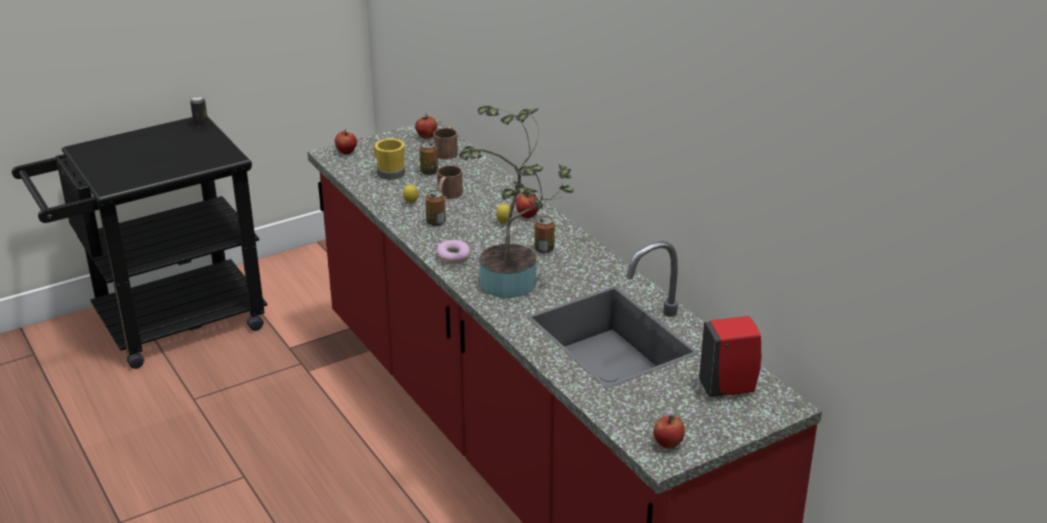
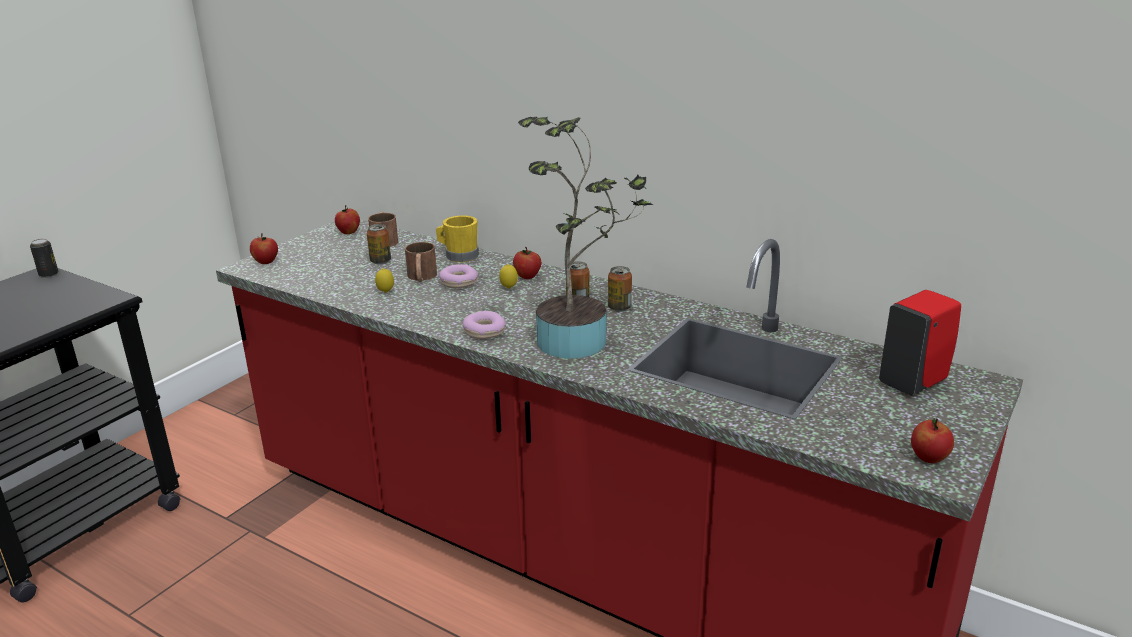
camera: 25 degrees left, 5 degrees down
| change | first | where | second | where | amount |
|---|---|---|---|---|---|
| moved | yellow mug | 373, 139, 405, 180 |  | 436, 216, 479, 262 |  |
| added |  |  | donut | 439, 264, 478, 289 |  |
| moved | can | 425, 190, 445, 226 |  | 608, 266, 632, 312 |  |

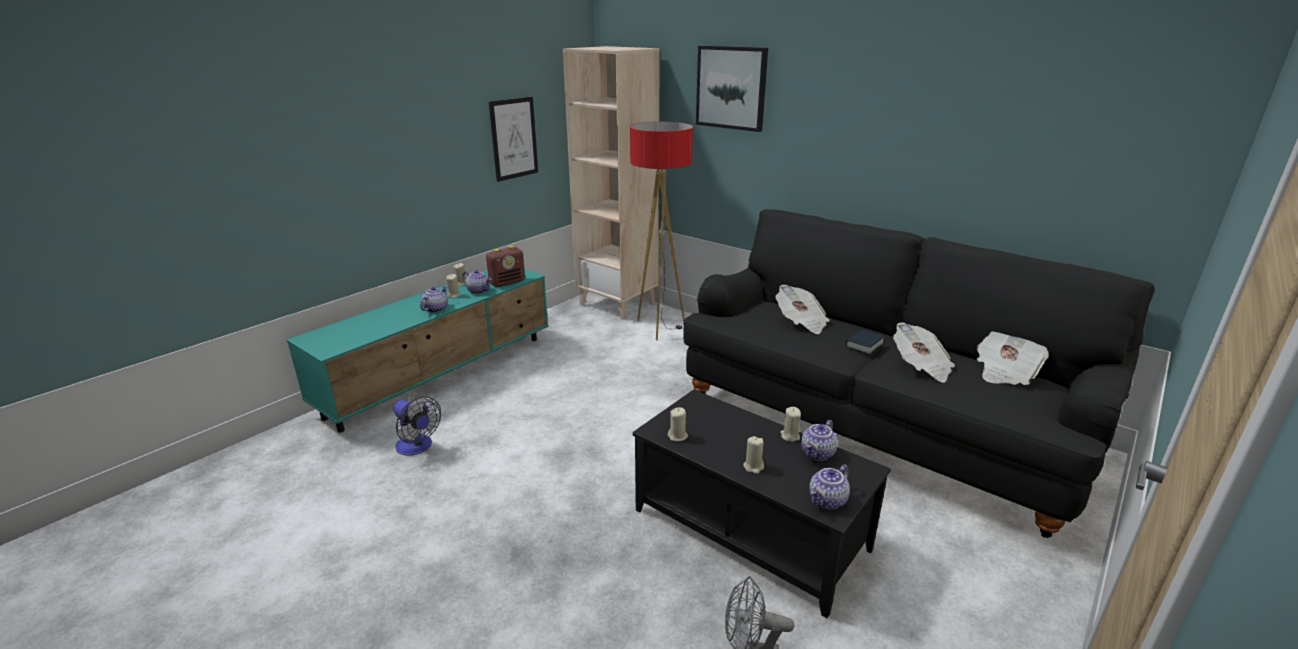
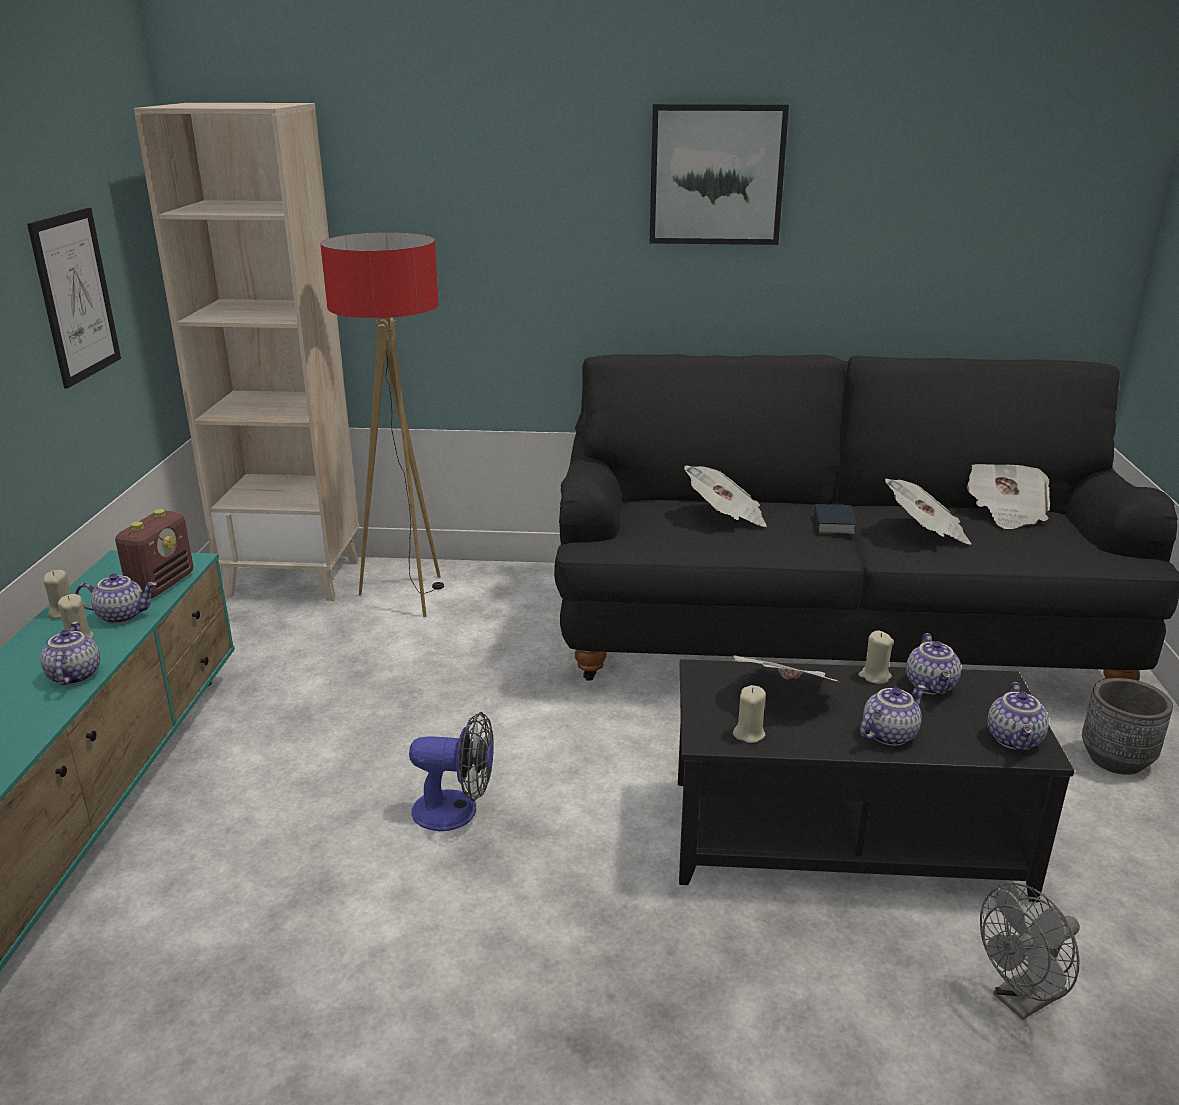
camera: 35 degrees left, 0 degrees up
| change | first | where | second | where | amount |
|---|---|---|---|---|---|
| moved | fan | 393, 397, 441, 456 |  | 409, 712, 494, 831 |  |
| moved | picture | 696, 46, 768, 132 |  | 650, 104, 789, 245 |  |
| added |  |  | newspaper | 733, 656, 838, 682 |  |
| replaced | beige candle | 743, 436, 764, 474 | teapot | 860, 685, 926, 746 |  |
| added |  |  | grey planter | 1082, 678, 1173, 775 |  |

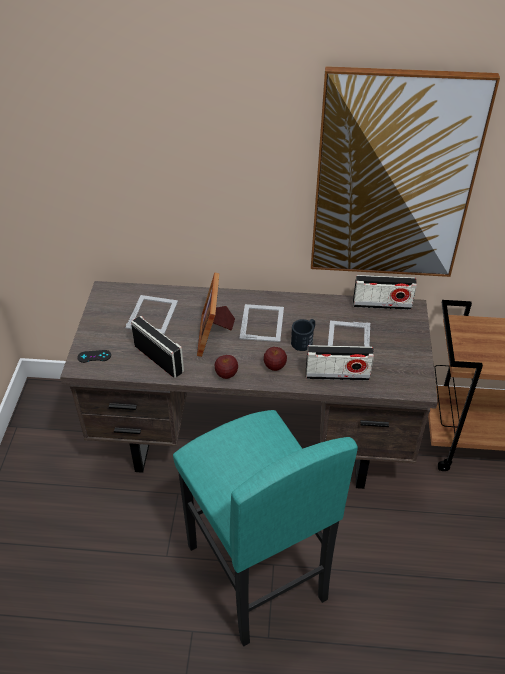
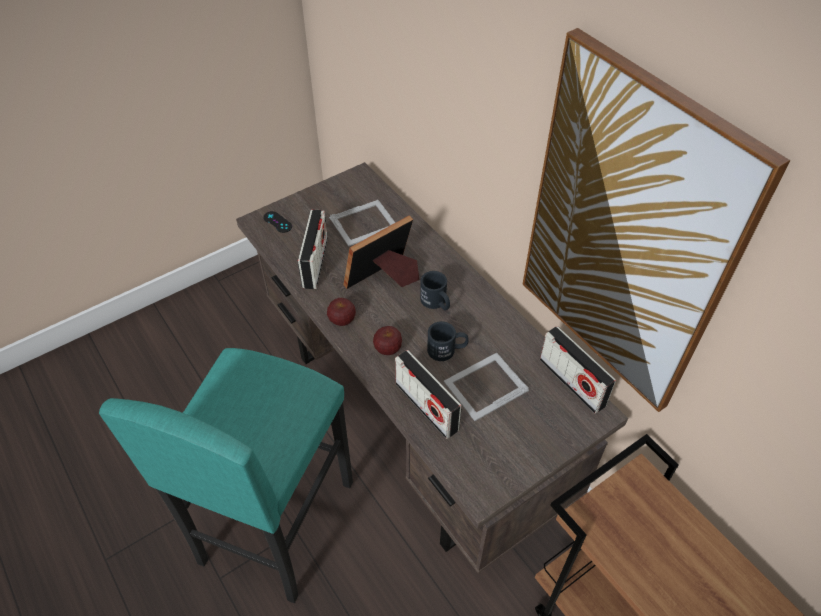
camera: 50 degrees right, 5 degrees up
| change | first | where | second | where | amount |
|---|---|---|---|---|---|
| replaced | picture frame | 239, 304, 284, 342 | black mug | 420, 271, 450, 310 |  |

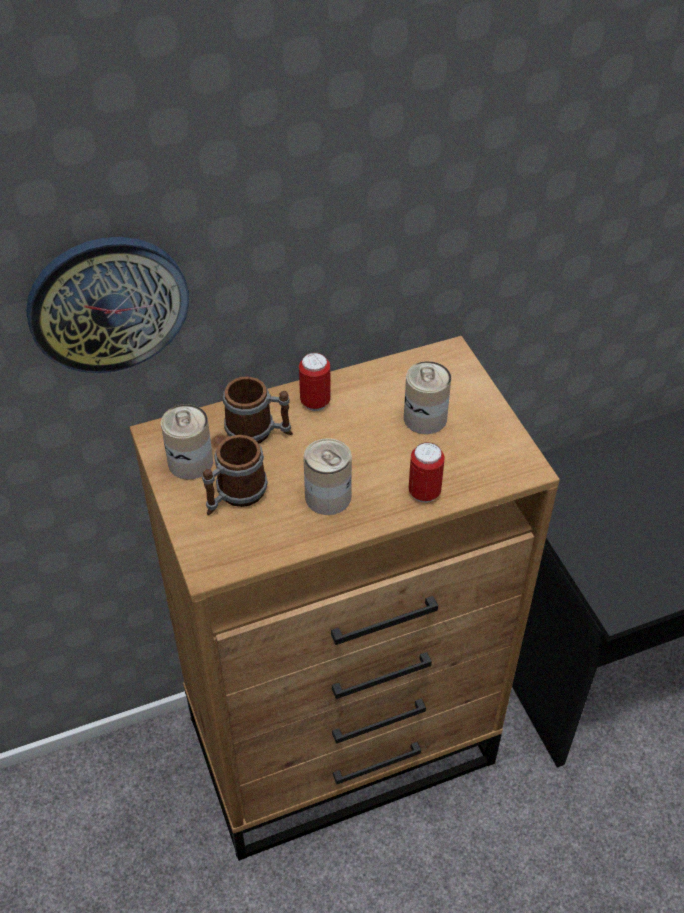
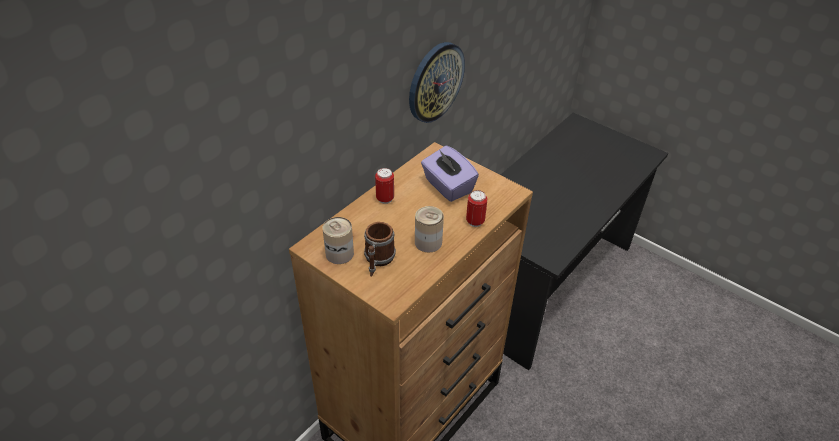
camera: 30 degrees left, 5 degrees down
| change | first | where | second | where | amount |
|---|---|---|---|---|---|
| moved | wall clock | 26, 237, 189, 373 |  | 409, 42, 465, 123 |  |
| replaced | can | 404, 361, 451, 434 | purple tissue box | 421, 146, 479, 202 |  |
| removed | mug | 223, 376, 293, 444 |  |  |  |

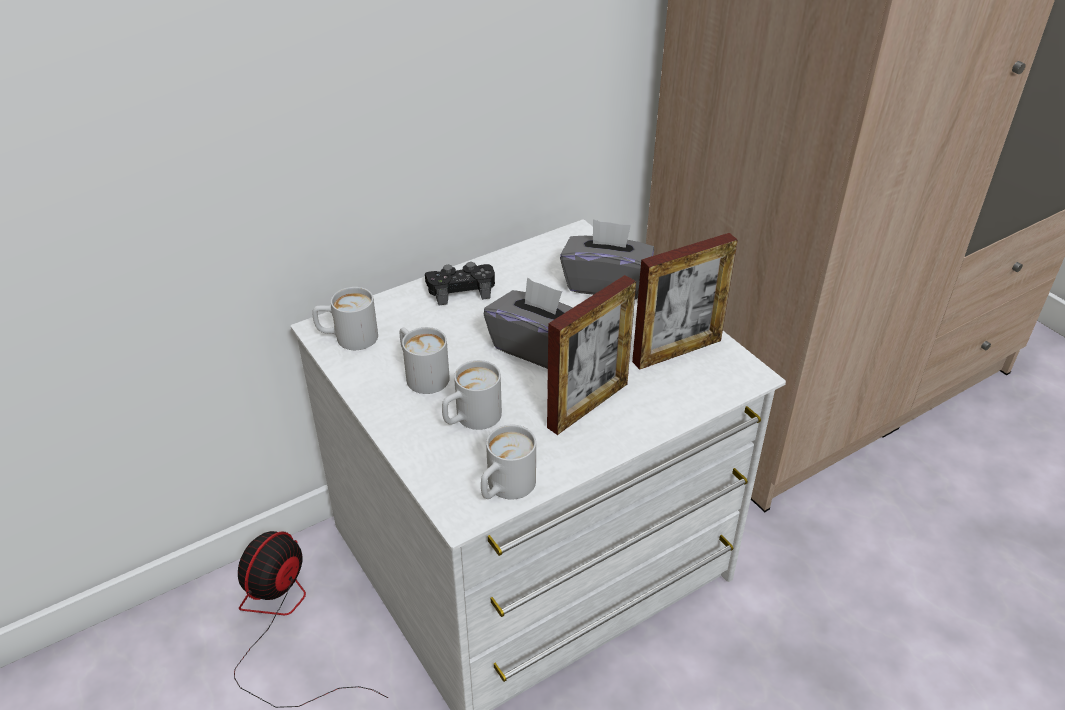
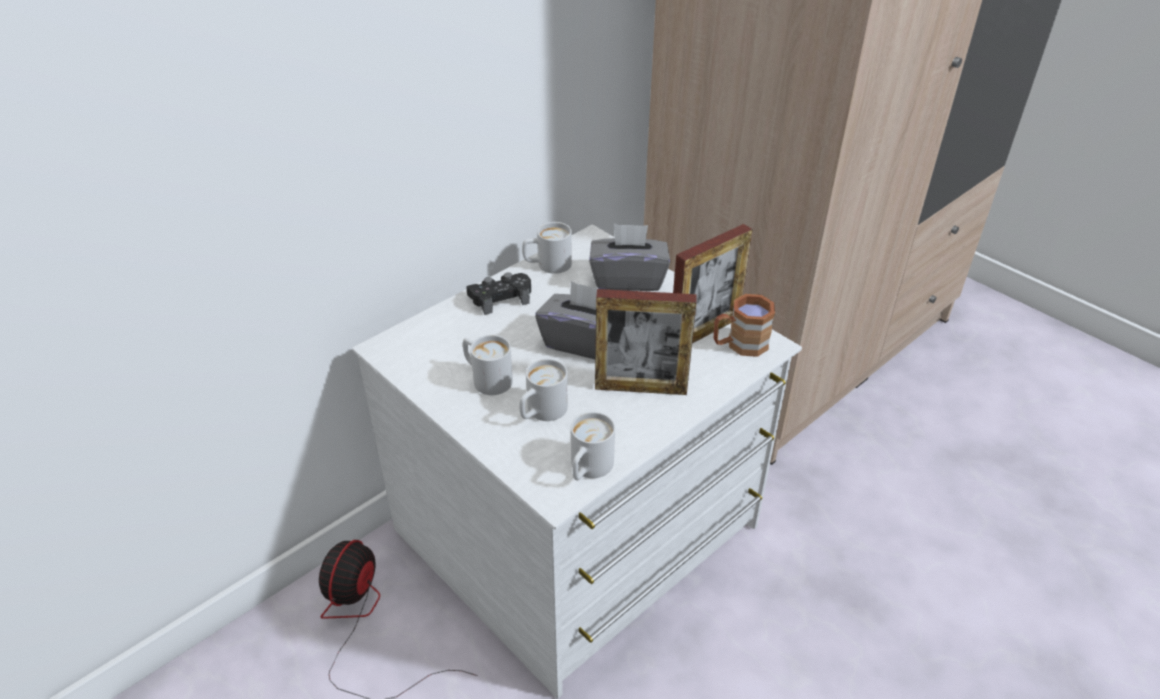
camera: 10 degrees left, 0 degrees up
| change | first | where | second | where | amount |
|---|---|---|---|---|---|
| moved | white mug | 313, 287, 378, 350 |  | 522, 222, 572, 274 |  |
| turned | picture frame | 547, 275, 636, 435 |  | 595, 289, 697, 395 | 60 degrees clockwise |
| added |  |  | brown mug | 714, 294, 775, 357 |  |

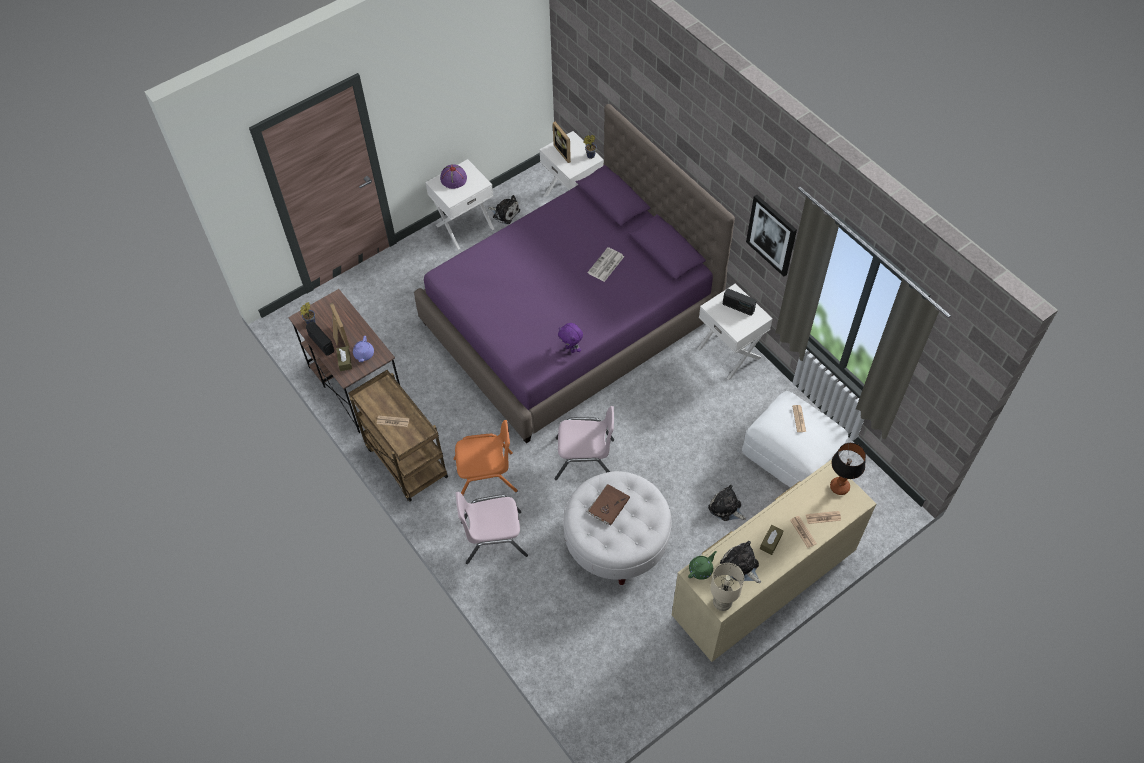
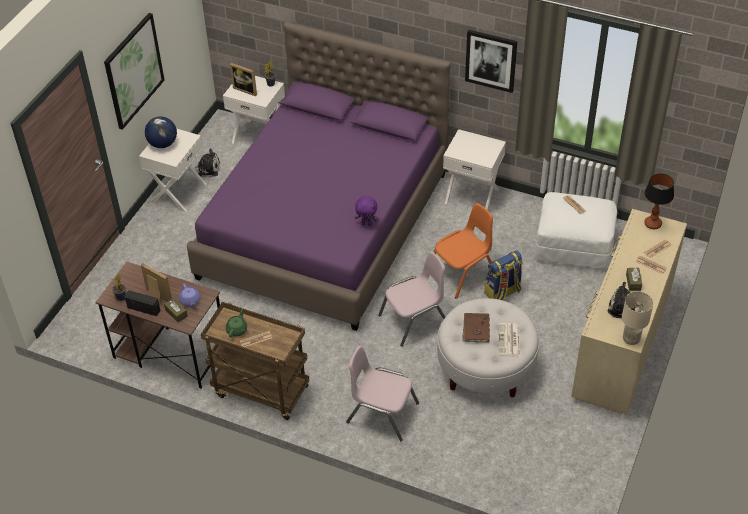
camera: 30 degrees left, 10 degrees down
| change | first | where | second | where | amount |
|---|---|---|---|---|---|
| added |  |  | picture | 104, 13, 164, 130 |  |
| replaced | purple hat | 440, 164, 467, 189 | globe | 145, 116, 177, 148 |  |
| moved | green teapot | 688, 551, 717, 580 |  | 226, 308, 247, 337 |  |
| turned | pink chair | 456, 492, 528, 564 |  | 346, 346, 419, 441 | 60 degrees clockwise |
| moved | orange chair | 454, 420, 518, 495 |  | 434, 203, 493, 299 |  |
| added |  |  | backpack | 484, 251, 523, 300 |  |
| moved | newspaper | 587, 247, 624, 282 |  | 498, 323, 520, 356 |  |
| removed | plush toy | 708, 485, 746, 521 |  |  |  |
| removed | radio | 723, 289, 757, 316 |  |  |  |

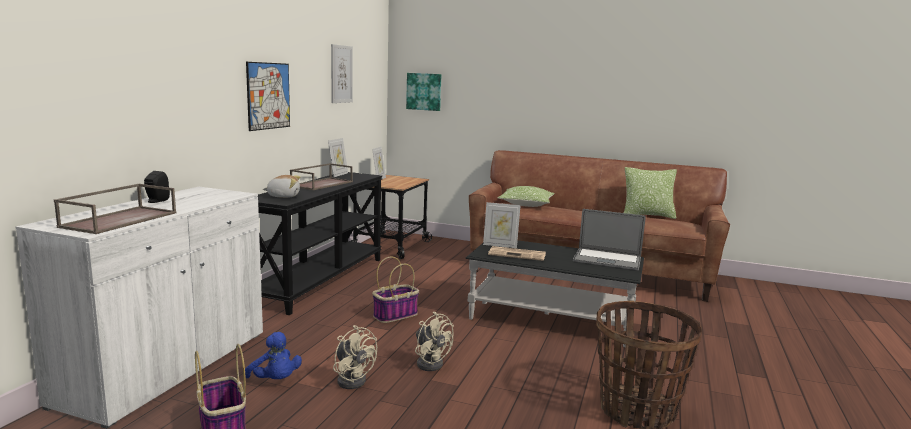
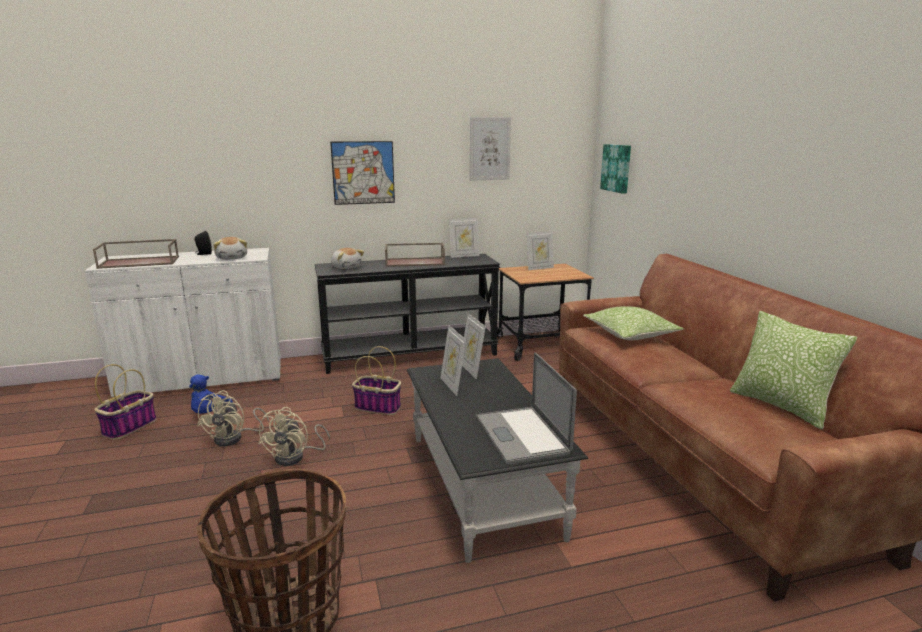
camera: 55 degrees right, 5 degrees up
| change | first | where | second | where | amount |
|---|---|---|---|---|---|
| added |  |  | plush toy | 213, 237, 247, 260 |  |
| replaced | newspaper | 488, 246, 546, 261 | picture frame | 440, 325, 466, 396 |  |

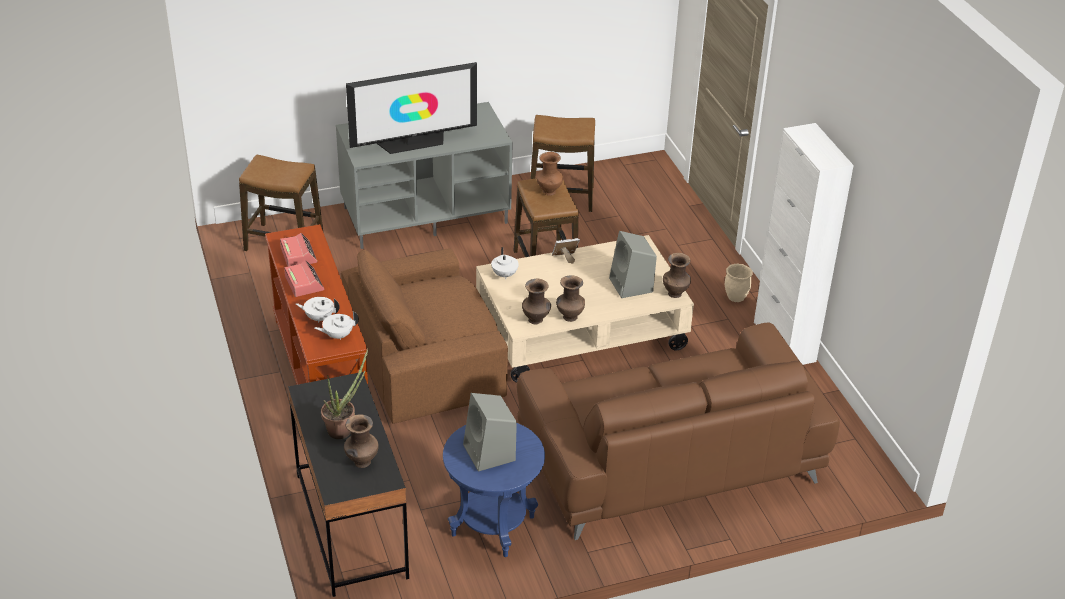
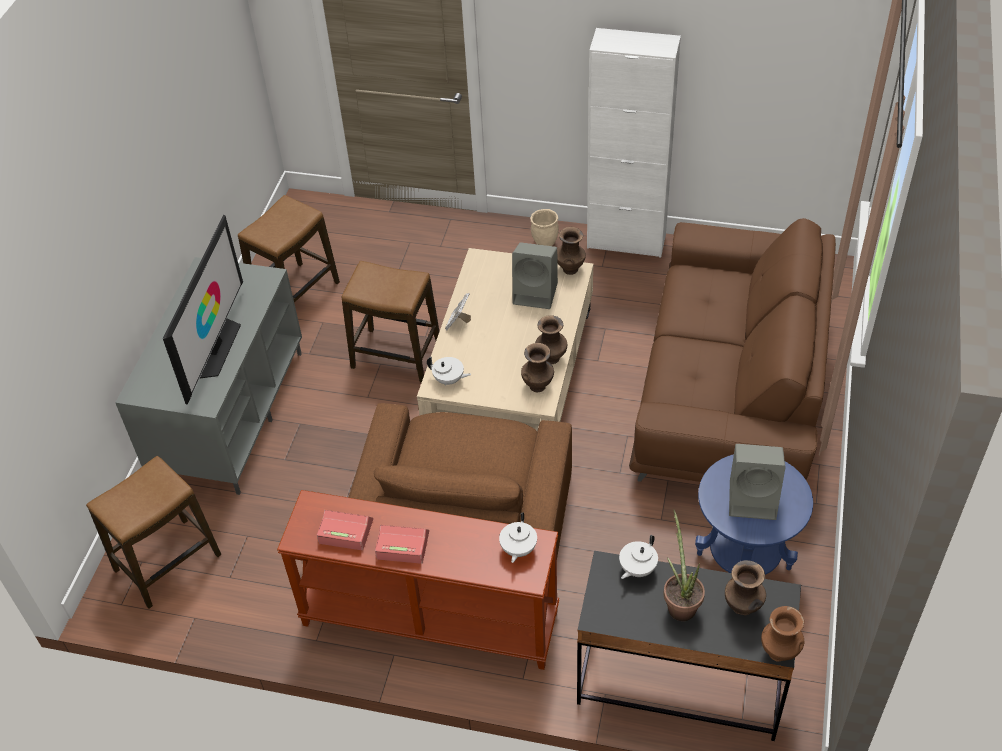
camera: 55 degrees left, 10 degrees up
| change | first | where | second | where | amount |
|---|---|---|---|---|---|
| moved | white teapot | 296, 297, 340, 323 |  | 619, 535, 658, 579 |  |
| moved | brown vase | 536, 152, 563, 196 |  | 761, 606, 804, 662 |  |

